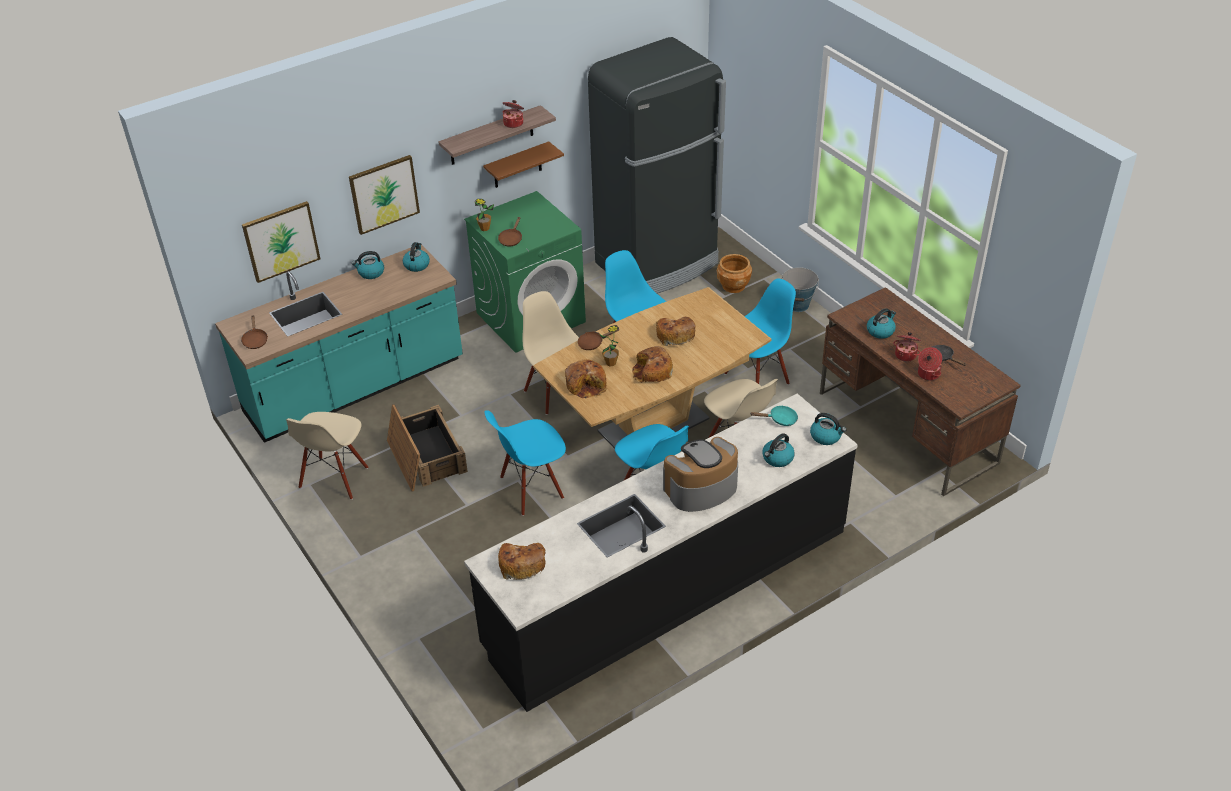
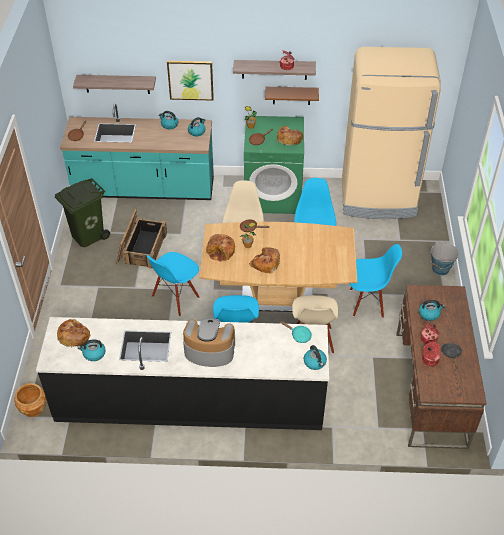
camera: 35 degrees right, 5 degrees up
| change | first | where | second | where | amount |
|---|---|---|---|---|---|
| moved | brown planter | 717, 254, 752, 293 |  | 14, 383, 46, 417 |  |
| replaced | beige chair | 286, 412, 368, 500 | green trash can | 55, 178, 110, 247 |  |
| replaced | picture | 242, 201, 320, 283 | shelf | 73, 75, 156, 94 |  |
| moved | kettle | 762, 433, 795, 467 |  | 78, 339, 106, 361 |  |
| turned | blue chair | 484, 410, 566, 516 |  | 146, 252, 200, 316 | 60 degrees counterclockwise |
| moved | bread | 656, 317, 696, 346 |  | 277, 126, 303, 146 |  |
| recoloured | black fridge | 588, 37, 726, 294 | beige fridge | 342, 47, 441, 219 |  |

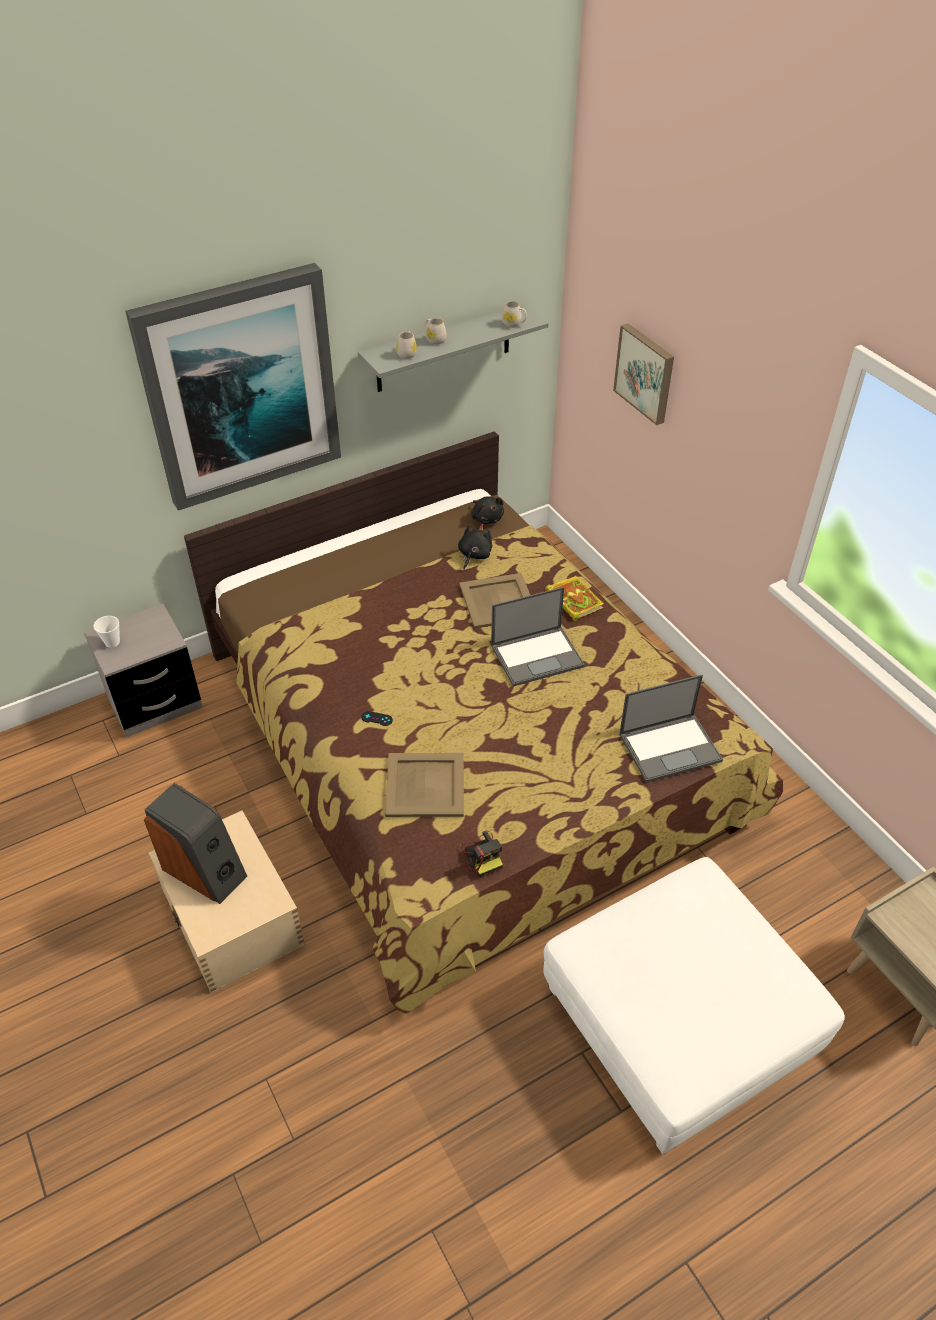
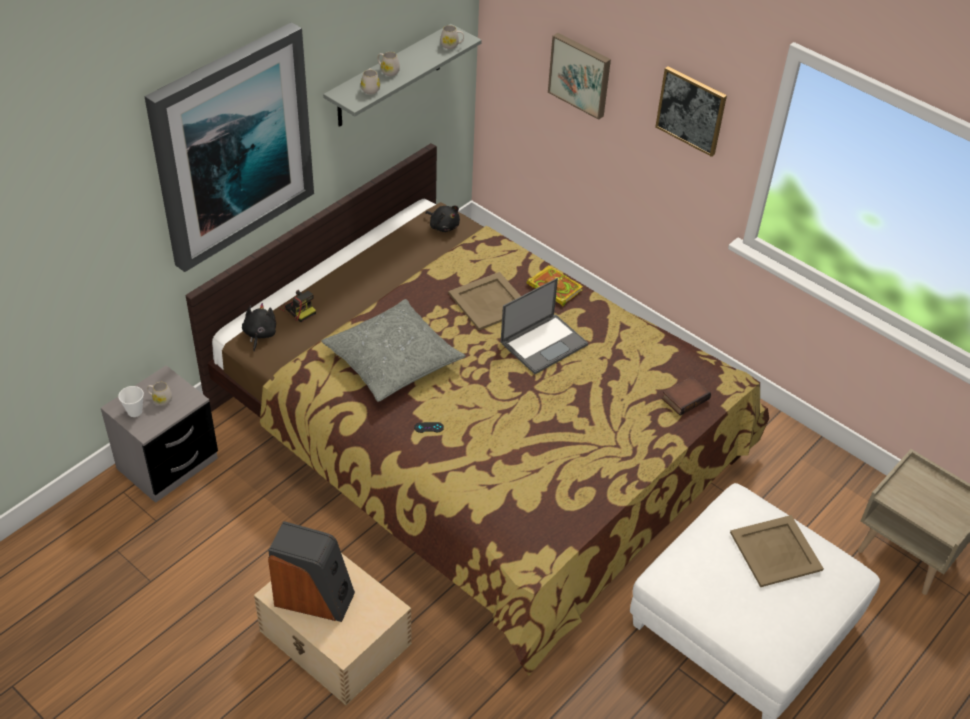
camera: 20 degrees left, 0 degrees up
| change | first | where | second | where | amount |
|---|---|---|---|---|---|
| added |  |  | white mug | 147, 382, 172, 406 |  |
| moved | black plush toy | 458, 524, 492, 570 |  | 242, 303, 276, 351 |  |
| moved | photo camera | 457, 830, 503, 877 |  | 279, 290, 316, 322 |  |
| added |  |  | grey pillow | 322, 299, 466, 402 |  |
| added |  |  | picture | 655, 66, 727, 157 |  |
| replaced | laptop | 619, 675, 723, 783 | book | 662, 376, 711, 416 |  |
| moved | beige tray | 385, 753, 464, 817 |  | 730, 515, 824, 587 |  |

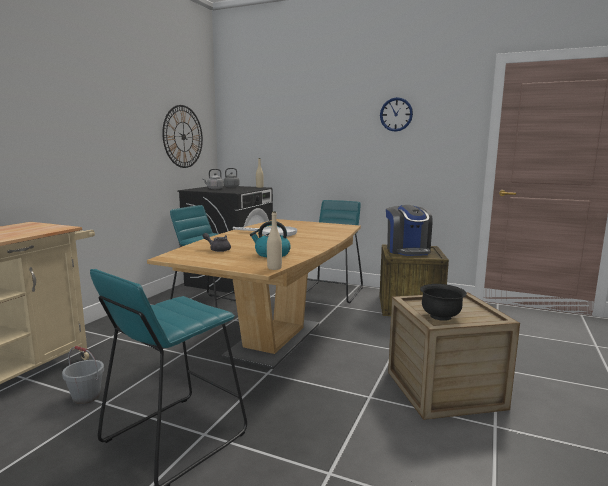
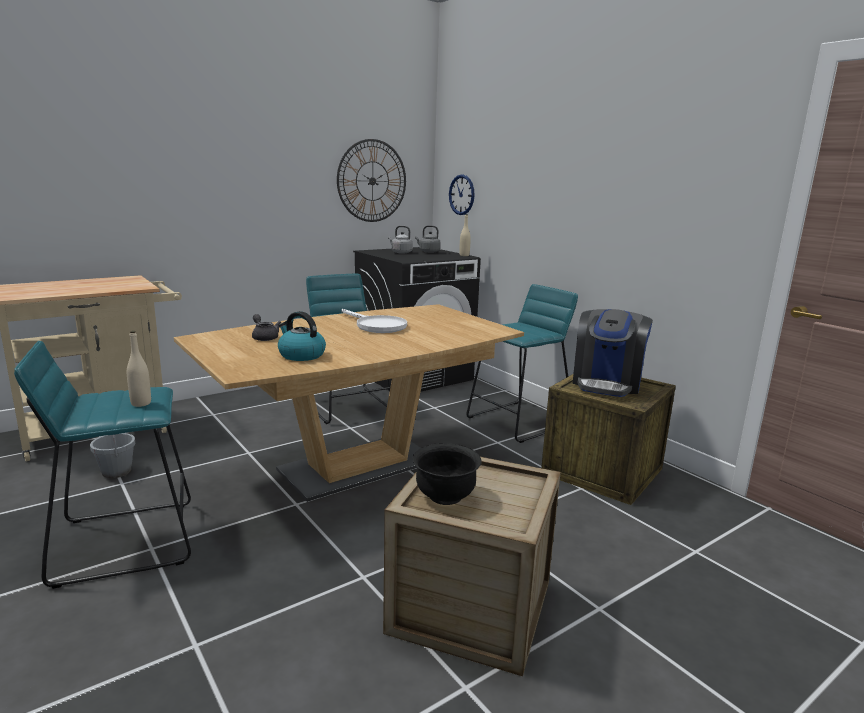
camera: 30 degrees right, 5 degrees up
| change | first | where | second | where | amount |
|---|---|---|---|---|---|
| moved | beige bottle | 267, 211, 282, 270 |  | 127, 331, 151, 407 |  |
| moved | wall clock | 380, 97, 413, 132 |  | 449, 174, 475, 215 |  |

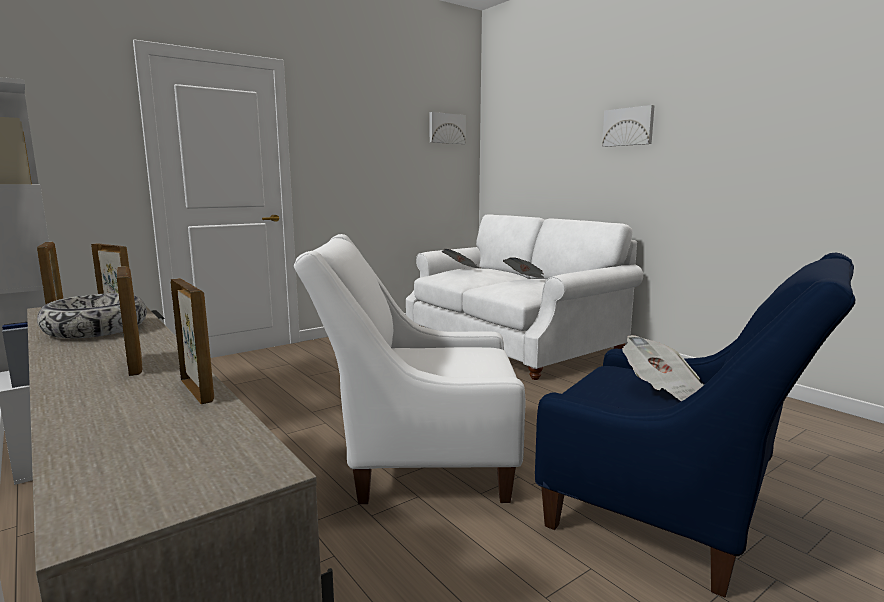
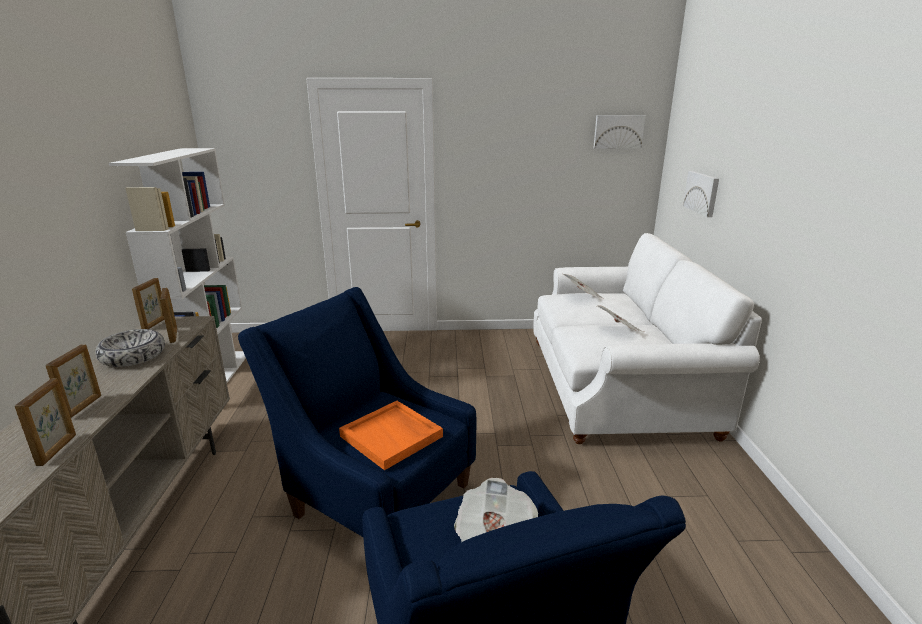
camera: 35 degrees right, 10 degrees up
| change | first | where | second | where | amount |
|---|---|---|---|---|---|
| recoloured | white armchair | 294, 234, 525, 504 | blue armchair | 238, 287, 477, 537 |  |
| added |  |  | orange tray | 339, 401, 443, 470 |  |
| moved | picture | 602, 105, 655, 147 |  | 683, 171, 719, 217 |  |

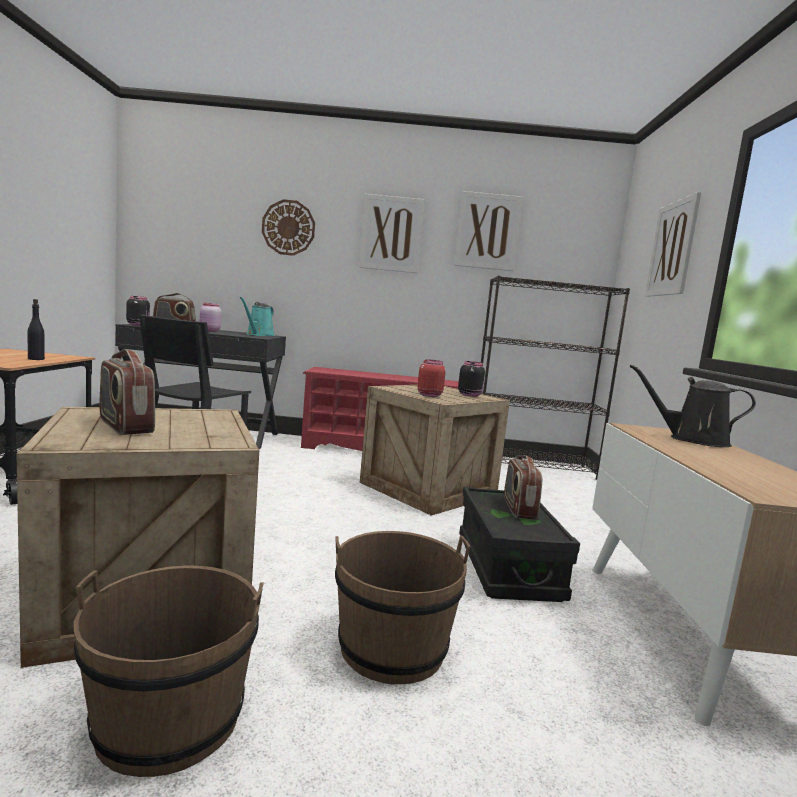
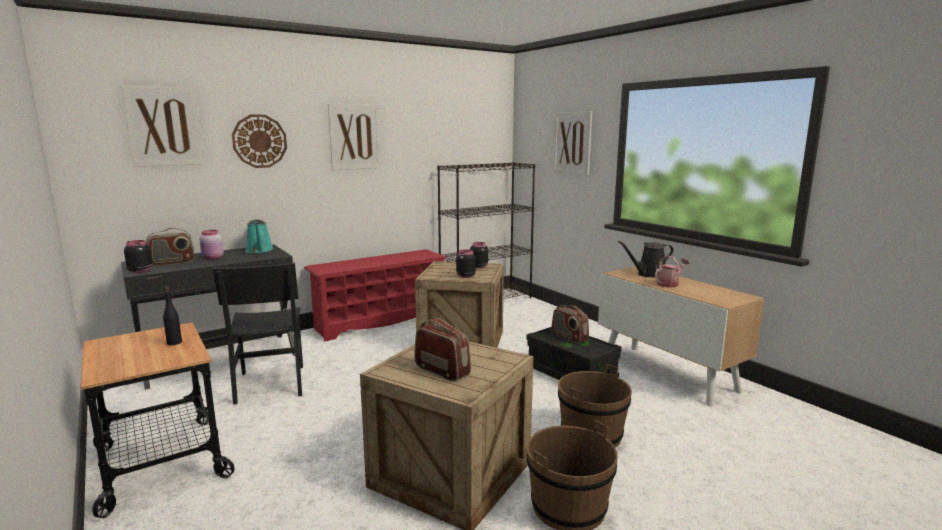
camera: 35 degrees left, 5 degrees up
| change | first | where | second | where | amount |
|---|---|---|---|---|---|
| moved | picture | 454, 191, 523, 271 |  | 121, 86, 204, 167 |  |
| turned | radio | 100, 349, 155, 435 |  | 415, 318, 471, 381 | 150 degrees counterclockwise |
| recoloured | red jar | 417, 359, 446, 397 | black jar | 456, 249, 476, 278 |  |
| added |  |  | watering can | 655, 255, 689, 288 |  |

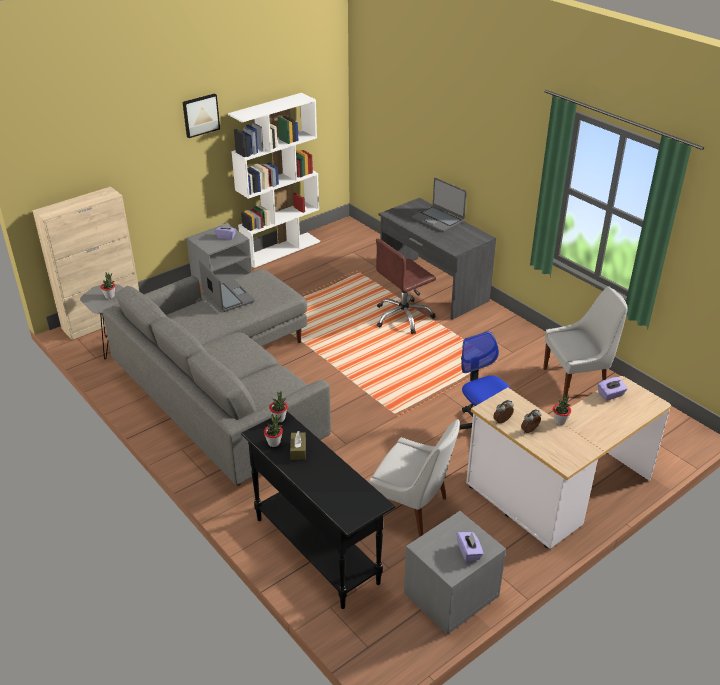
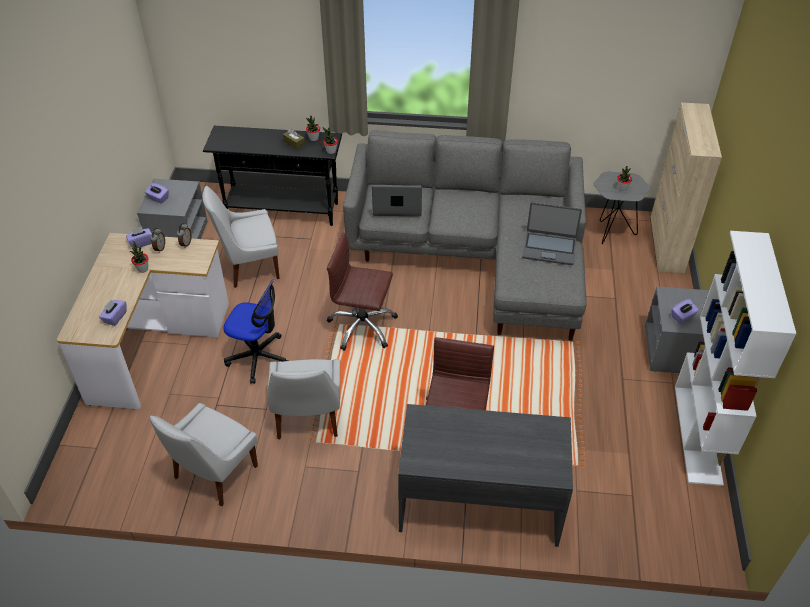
camera: 135 degrees right, 10 degrees up
| change | first | where | second | where | amount |
|---|---|---|---|---|---|
| added |  |  | purple tissue box | 126, 226, 152, 249 |  |
| added |  |  | white chair | 267, 359, 340, 440 |  |
| added |  |  | brown office chair | 327, 233, 398, 351 |  |
| moved | laptop | 412, 178, 467, 232 |  | 372, 185, 422, 216 |  |
| removed | picture | 183, 93, 220, 138 |  |  |  |

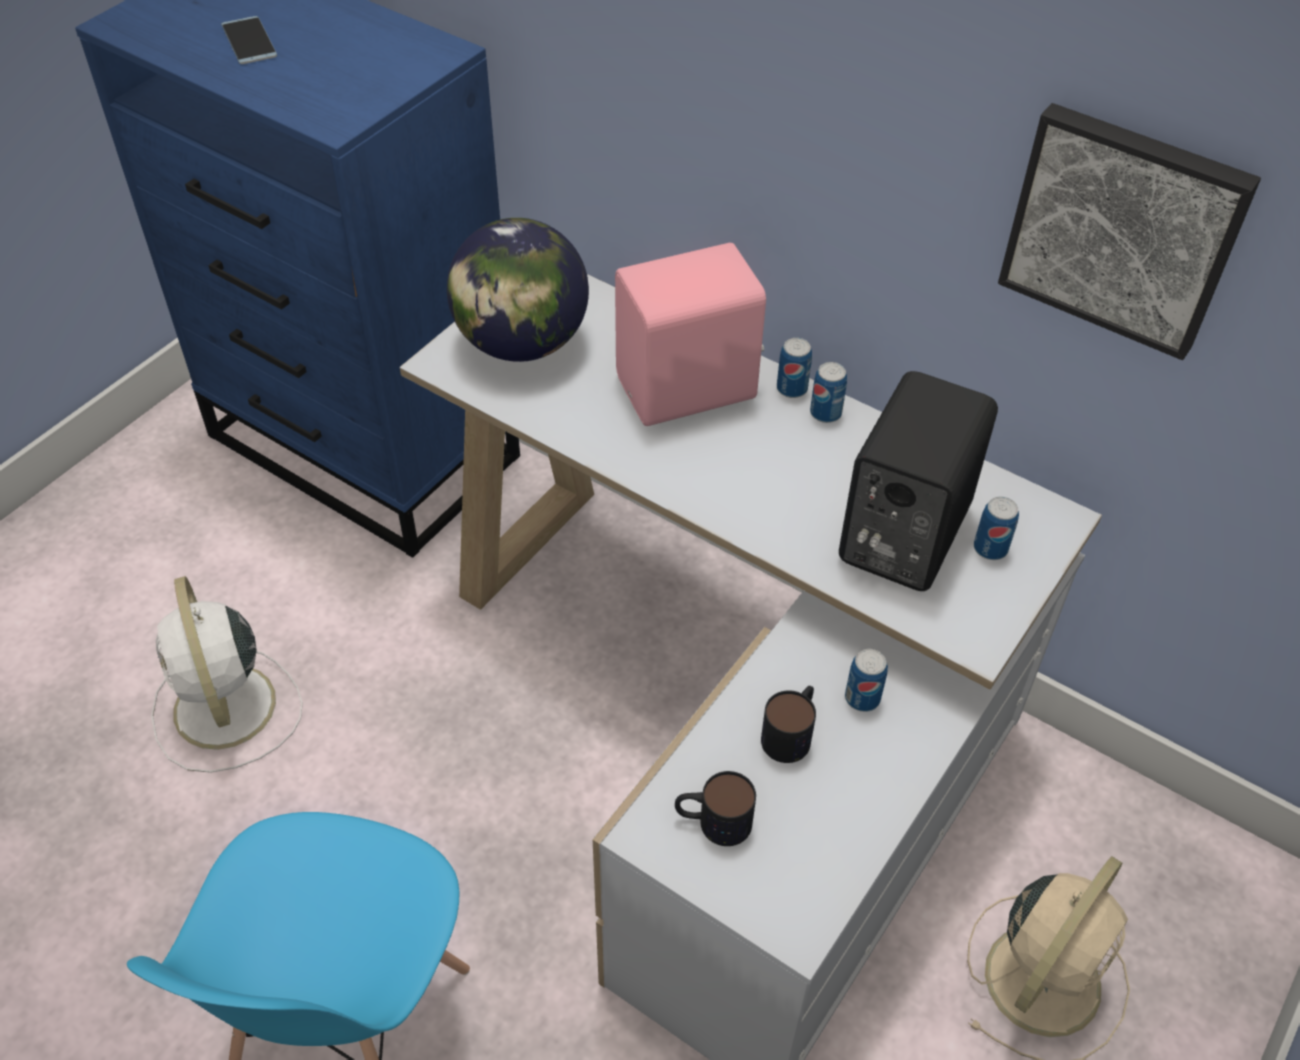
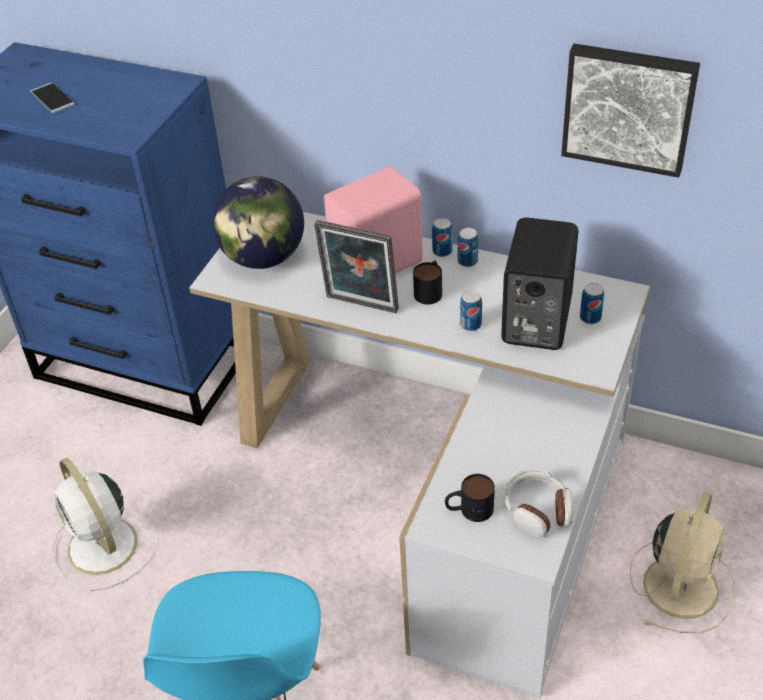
camera: 10 degrees left, 5 degrees down
| change | first | where | second | where | amount |
|---|---|---|---|---|---|
| added |  |  | picture frame | 314, 220, 399, 313 |  |
| moved | mug | 761, 686, 816, 763 |  | 413, 261, 442, 305 |  |
| moved | can | 845, 649, 888, 712 |  | 460, 290, 482, 331 |  |
| added |  |  | headphones | 505, 469, 573, 538 |  |

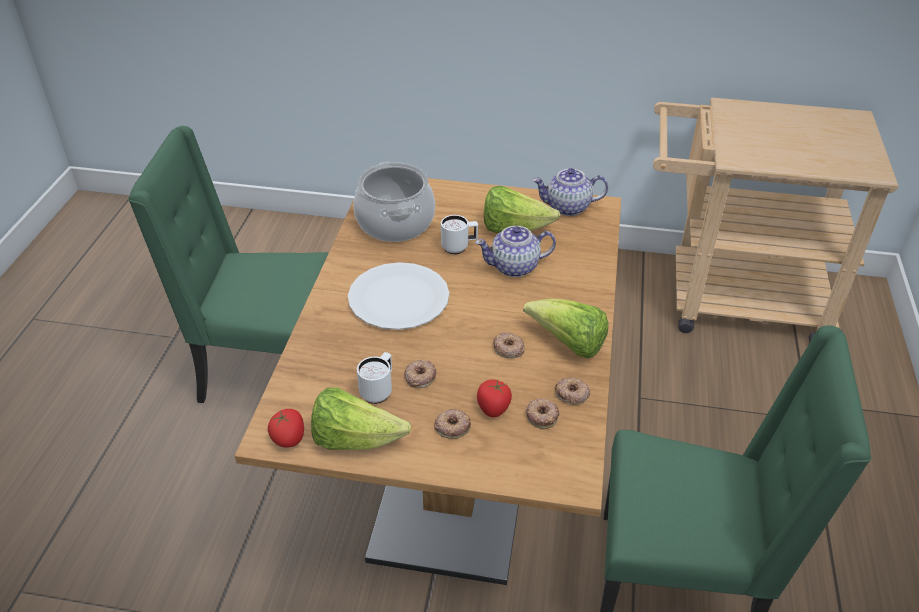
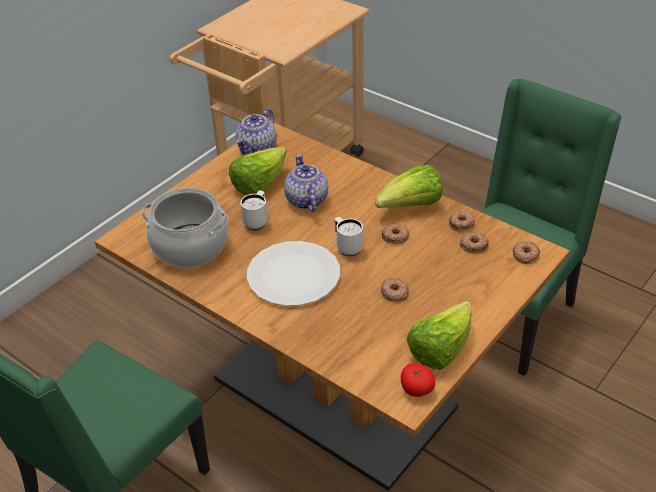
camera: 60 degrees left, 0 degrees up
| change | first | where | second | where | amount |
|---|---|---|---|---|---|
| turned | teapot | 475, 226, 556, 277 |  | 284, 154, 328, 212 | 150 degrees clockwise |
| moved | white mug | 357, 352, 392, 404 |  | 334, 217, 363, 256 |  |
| moved | donut | 434, 409, 471, 439 |  | 513, 241, 540, 264 |  |
| removed | tomato | 477, 379, 512, 418 |  |  |  |

